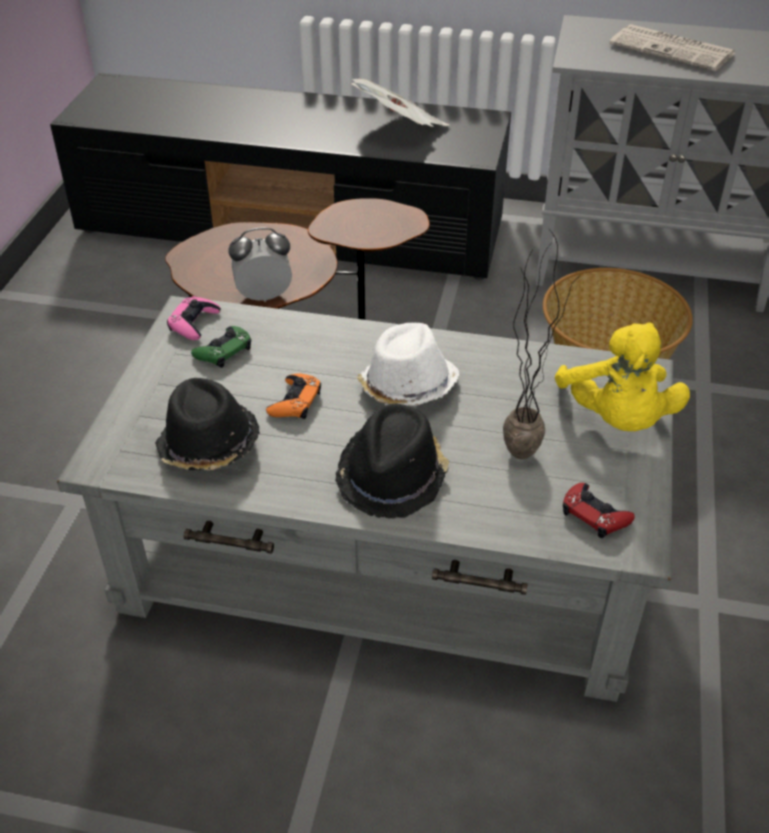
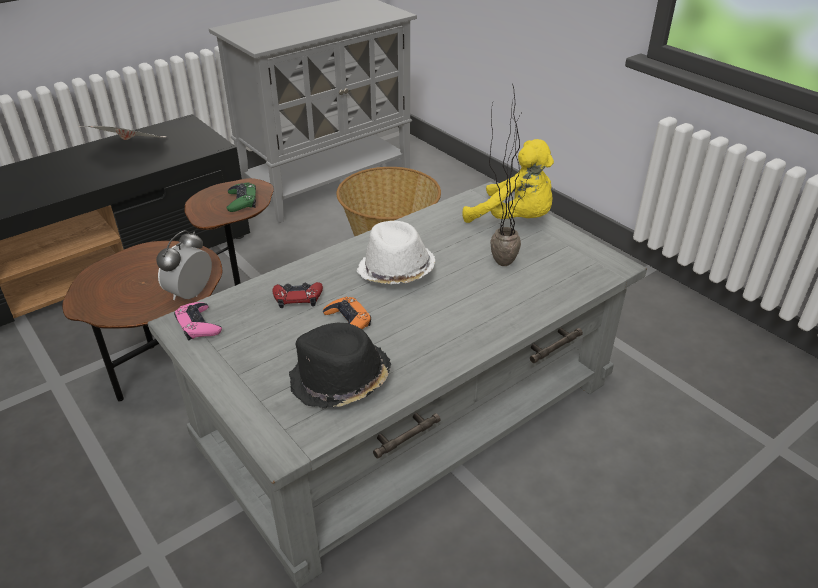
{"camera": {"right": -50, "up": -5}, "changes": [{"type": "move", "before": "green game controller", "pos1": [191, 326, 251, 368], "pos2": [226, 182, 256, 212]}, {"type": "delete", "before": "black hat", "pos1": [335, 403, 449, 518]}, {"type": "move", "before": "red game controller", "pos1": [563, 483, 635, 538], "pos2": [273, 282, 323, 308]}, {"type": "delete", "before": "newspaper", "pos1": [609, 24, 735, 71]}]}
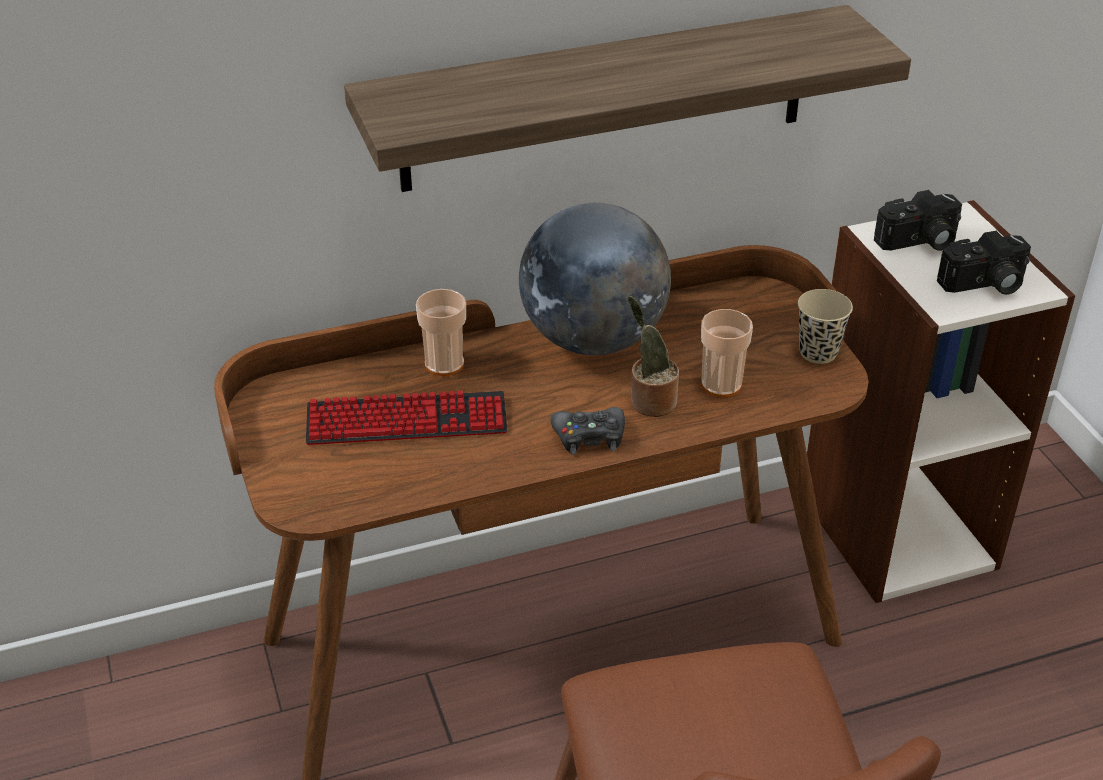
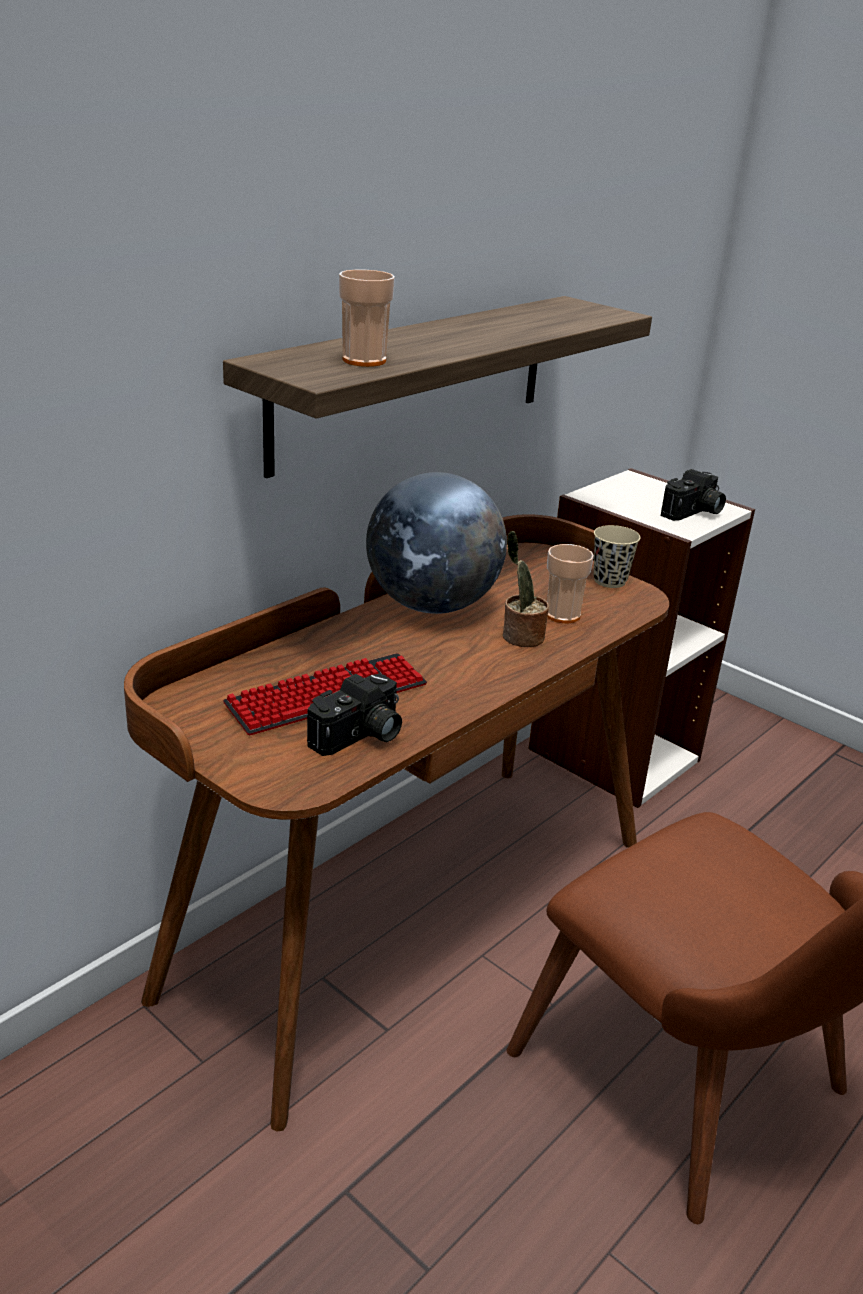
{"camera": {"right": -30, "up": -10}, "changes": [{"type": "move", "before": "cup", "pos1": [416, 289, 466, 376], "pos2": [339, 270, 395, 367]}, {"type": "delete", "before": "black game controller", "pos1": [550, 407, 625, 455]}, {"type": "move", "before": "photo camera", "pos1": [874, 190, 962, 251], "pos2": [307, 674, 402, 756]}]}
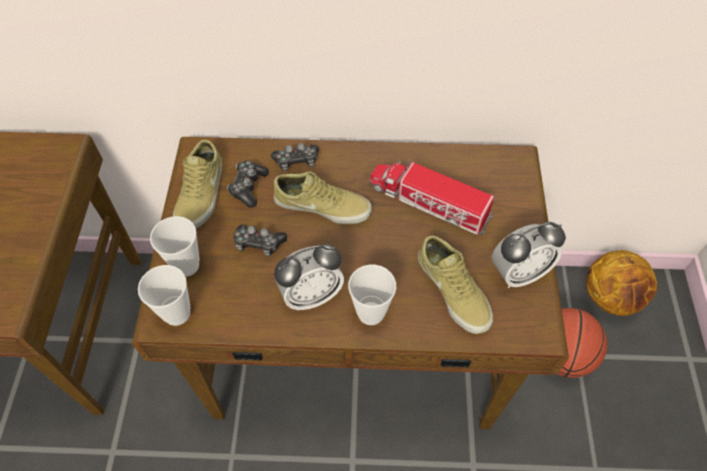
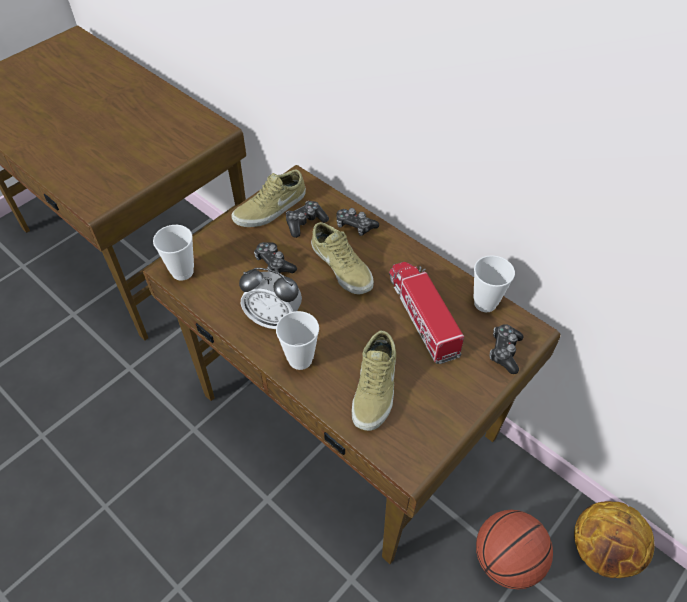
{"camera": {"right": 40, "up": -5}, "changes": [{"type": "move", "before": "cup", "pos1": [150, 216, 199, 277], "pos2": [474, 255, 515, 312]}, {"type": "delete", "before": "alarm clock", "pos1": [492, 222, 566, 288]}, {"type": "insert", "after": "game controller", "pos2": [489, 324, 523, 374]}]}
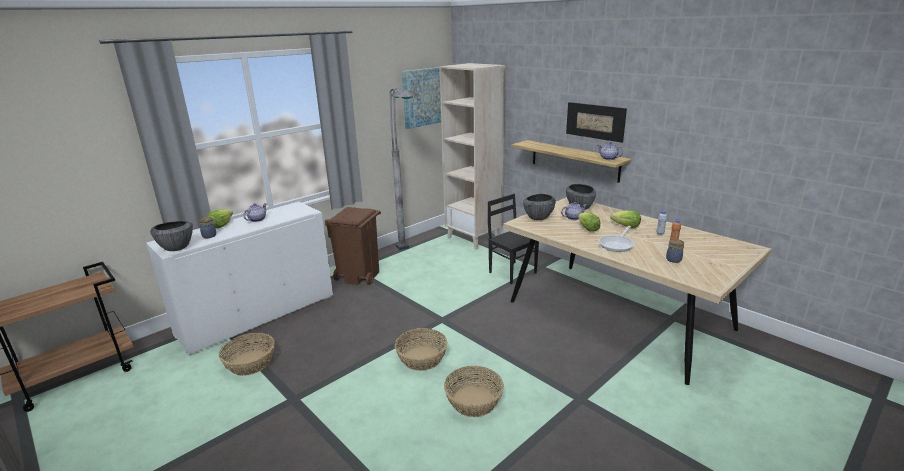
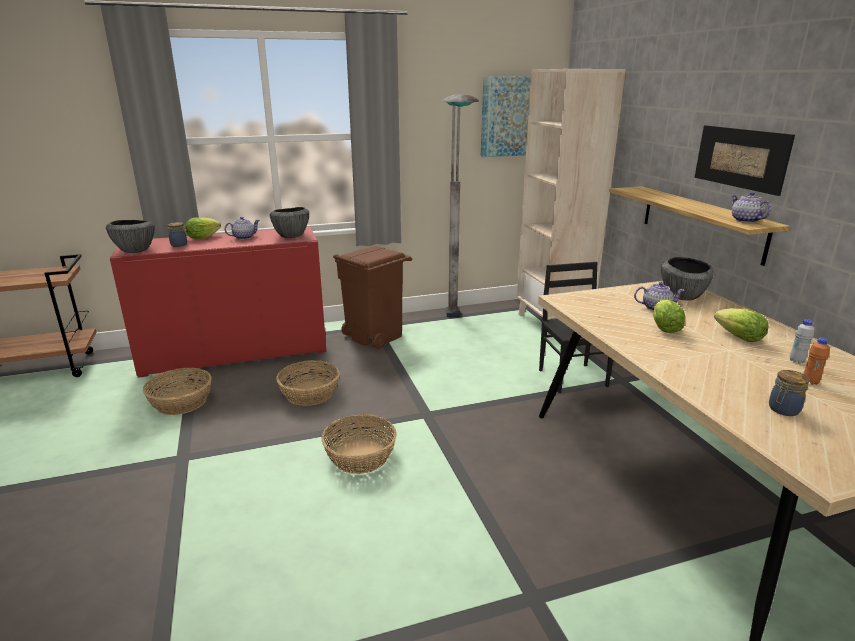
{"camera": {"right": 25, "up": 0}, "changes": [{"type": "recolor", "before": "white cabinet", "after": "red cabinet", "pos1": [146, 202, 333, 356], "pos2": [110, 227, 326, 378]}, {"type": "move", "before": "basket", "pos1": [444, 366, 504, 417], "pos2": [276, 360, 340, 406]}, {"type": "move", "before": "bowl", "pos1": [523, 194, 556, 220], "pos2": [270, 207, 309, 238]}, {"type": "delete", "before": "frying pan", "pos1": [599, 226, 634, 252]}]}
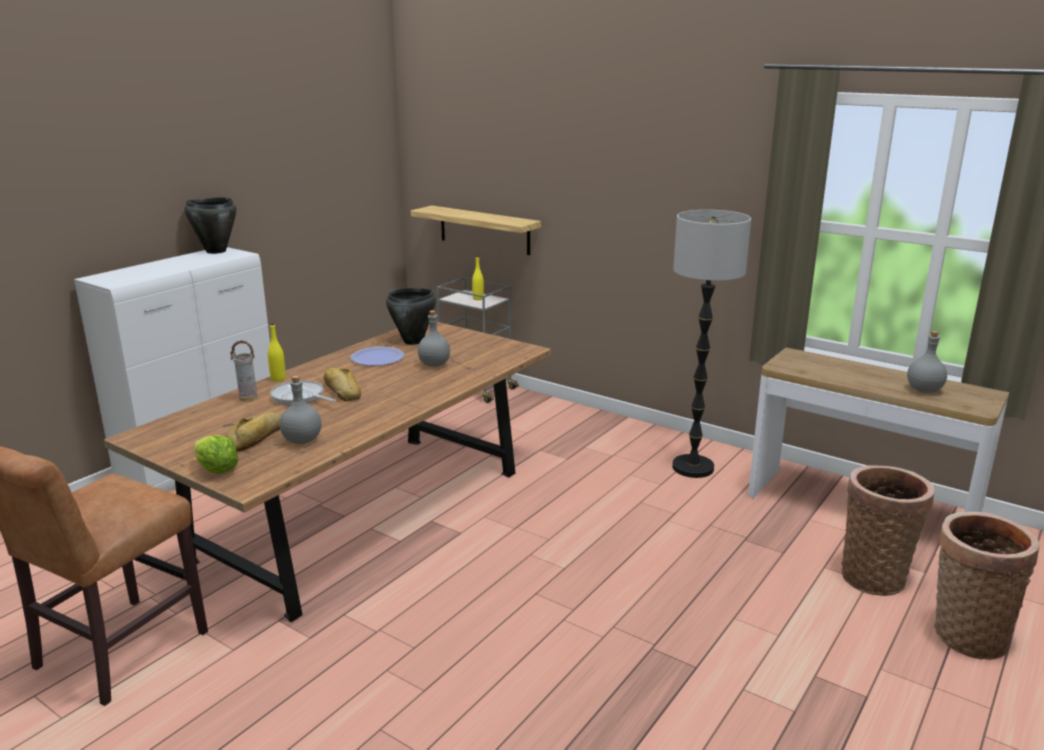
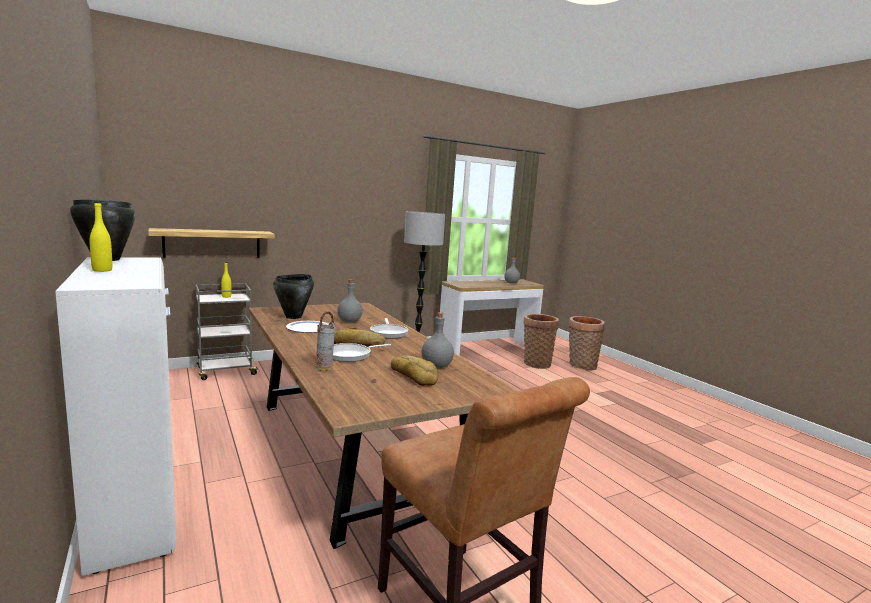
{"camera": {"right": -65, "up": -10}, "changes": [{"type": "delete", "before": "lettuce", "pos1": [194, 435, 239, 474]}, {"type": "move", "before": "yellow bottle", "pos1": [268, 323, 286, 382], "pos2": [90, 202, 112, 272]}, {"type": "insert", "after": "frying pan", "pos2": [370, 318, 408, 339]}]}
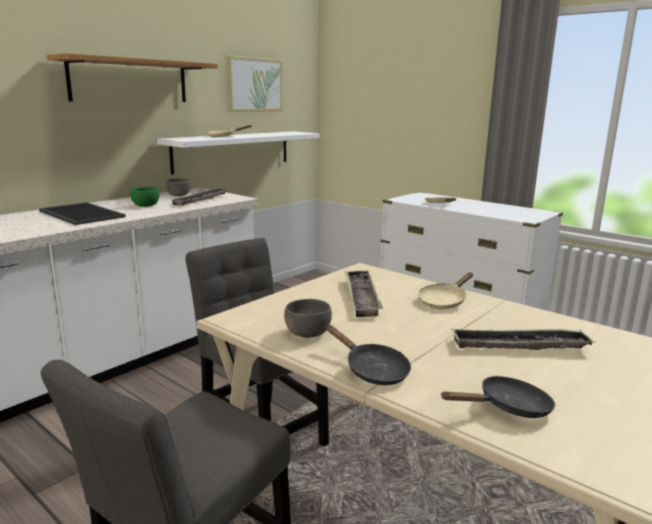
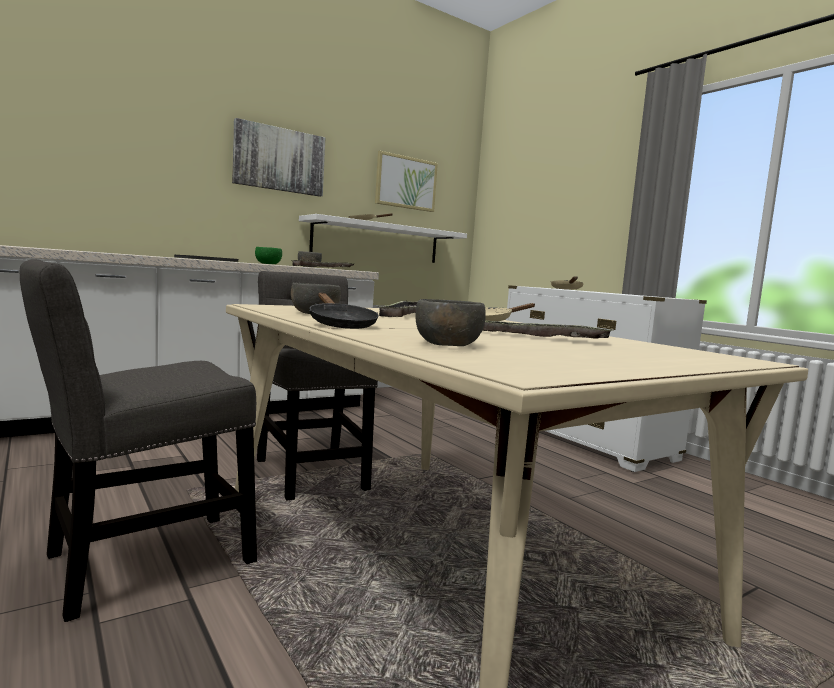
{"camera": {"right": 15, "up": -10}, "changes": [{"type": "replace", "before": "shelf", "after": "picture", "pos1": [47, 53, 218, 102], "pos2": [232, 118, 326, 197]}, {"type": "replace", "before": "black frying pan", "after": "grey bowl", "pos1": [441, 376, 555, 418], "pos2": [415, 299, 486, 346]}]}
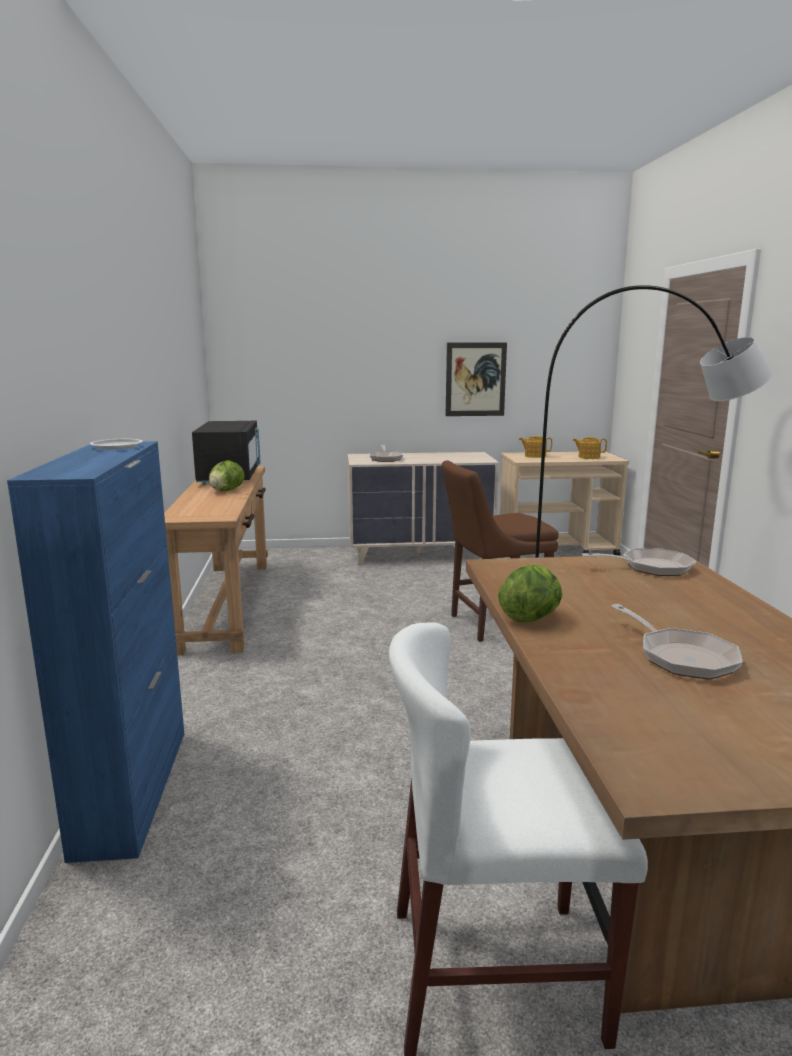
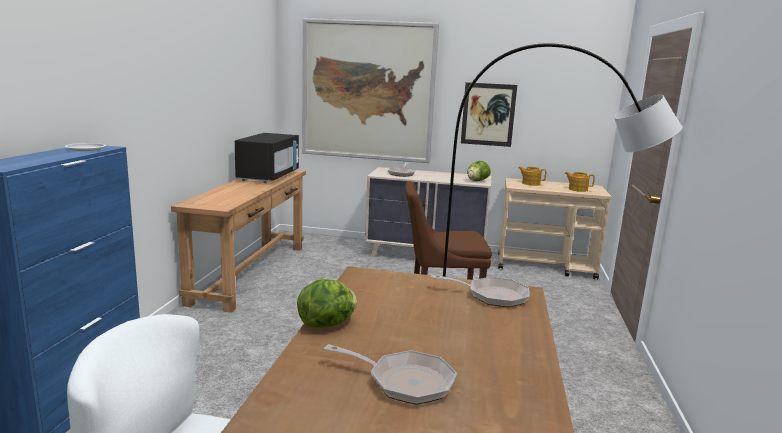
{"camera": {"right": 15, "up": 0}, "changes": [{"type": "move", "before": "lettuce", "pos1": [209, 460, 245, 491], "pos2": [467, 161, 491, 181]}, {"type": "rotate", "before": "frying pan", "pos1": [611, 604, 743, 679], "pos2": [324, 344, 457, 405], "turn": -60}, {"type": "insert", "after": "picture", "pos2": [302, 18, 439, 163]}]}
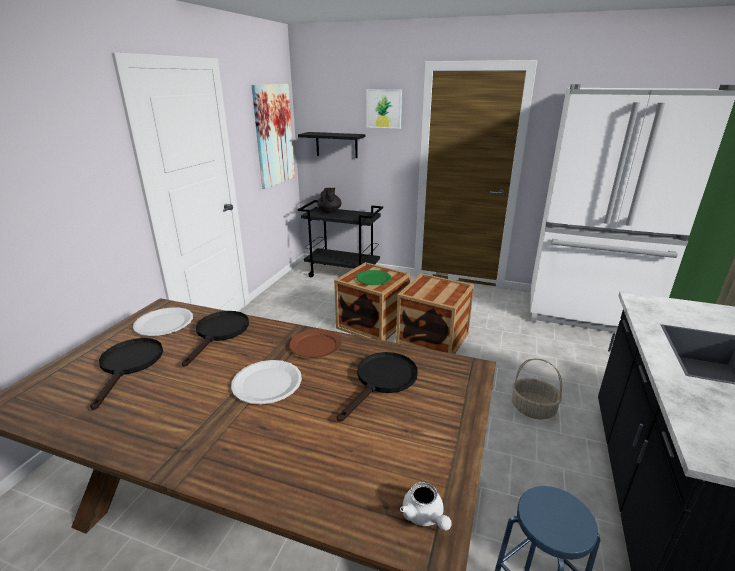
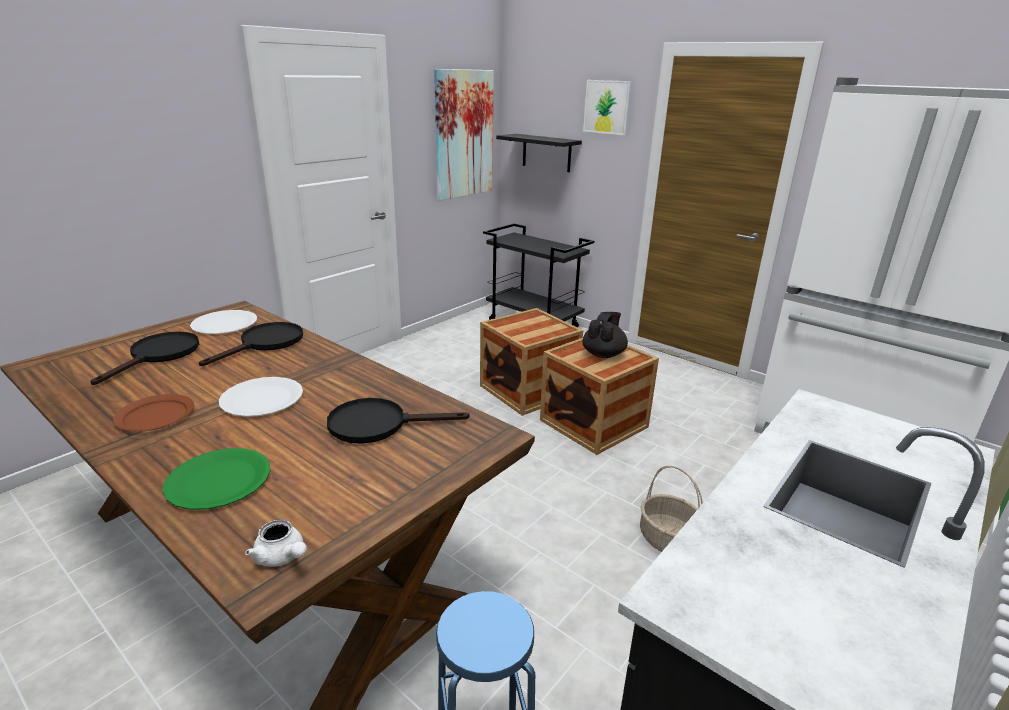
{"camera": {"right": 20, "up": 0}, "changes": [{"type": "move", "before": "brown plate", "pos1": [289, 329, 342, 358], "pos2": [113, 394, 194, 431]}, {"type": "move", "before": "black teapot", "pos1": [318, 188, 342, 212], "pos2": [582, 312, 628, 358]}, {"type": "rotate", "before": "black frying pan", "pos1": [337, 352, 418, 422], "pos2": [327, 398, 470, 444], "turn": -150}, {"type": "move", "before": "green plate", "pos1": [356, 270, 391, 285], "pos2": [163, 448, 270, 510]}, {"type": "rotate", "before": "white teapot", "pos1": [400, 482, 452, 531], "pos2": [245, 520, 307, 567], "turn": -45}]}
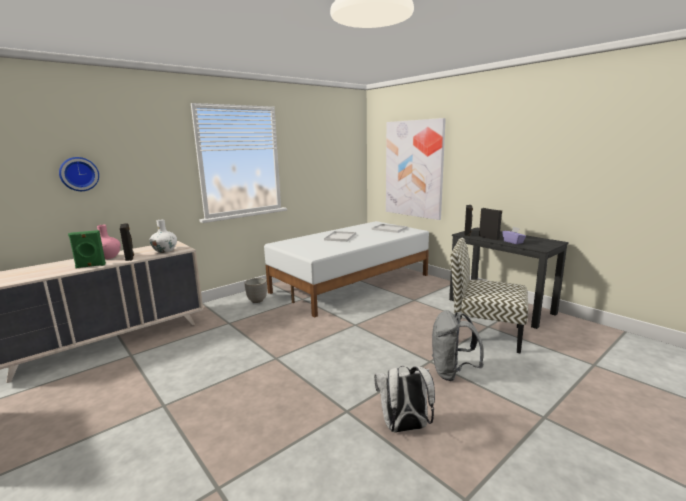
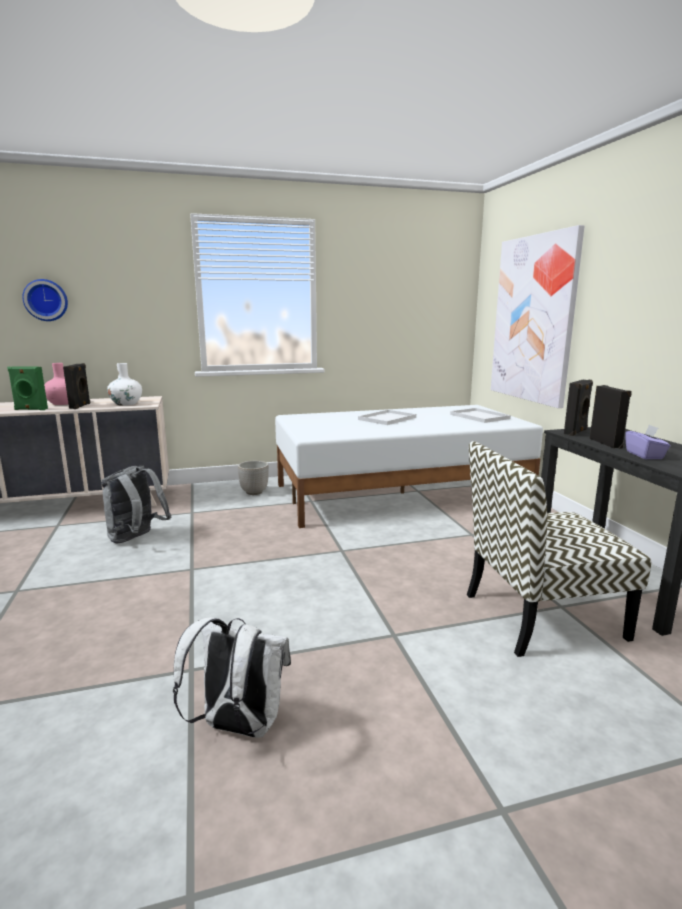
{"camera": {"right": 25, "up": 0}, "changes": [{"type": "move", "before": "grey backpack", "pos1": [432, 310, 484, 381], "pos2": [101, 466, 172, 543]}, {"type": "rotate", "before": "chair", "pos1": [450, 238, 528, 354], "pos2": [467, 441, 651, 657], "turn": -60}]}
